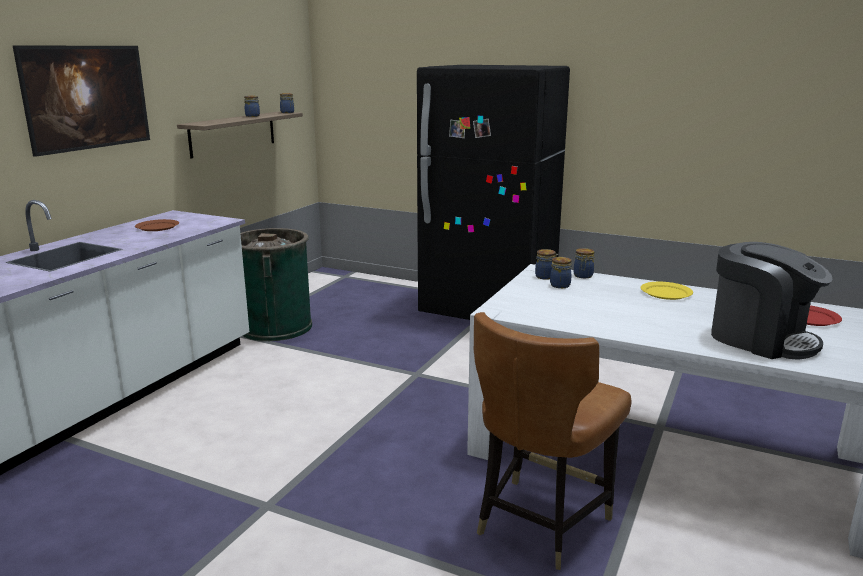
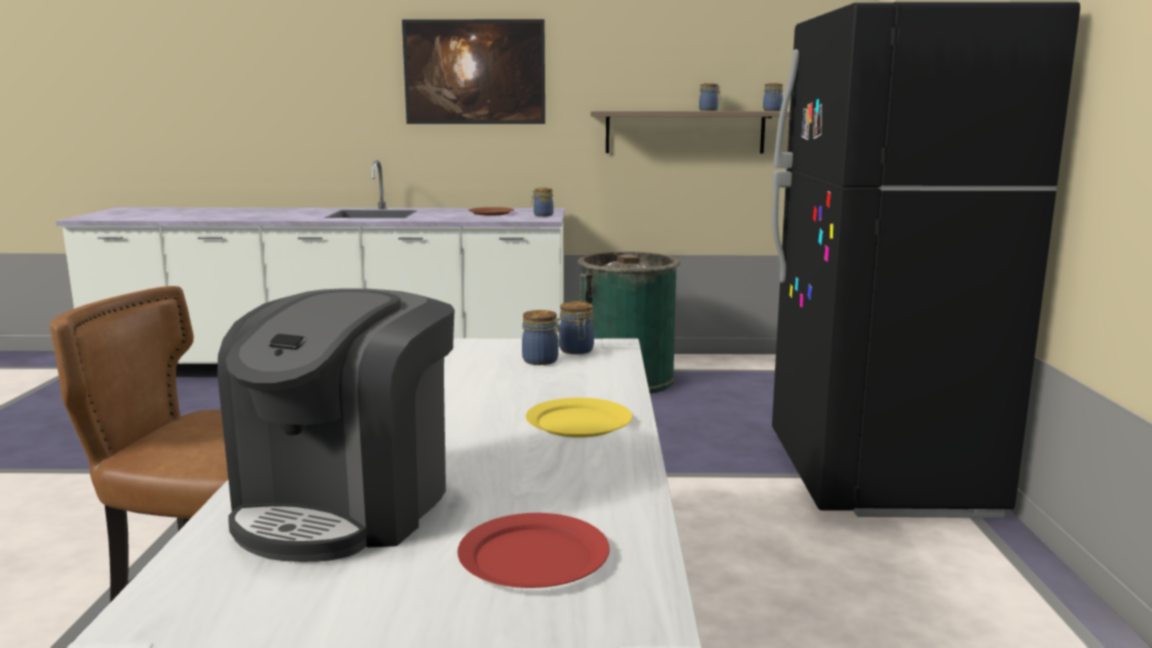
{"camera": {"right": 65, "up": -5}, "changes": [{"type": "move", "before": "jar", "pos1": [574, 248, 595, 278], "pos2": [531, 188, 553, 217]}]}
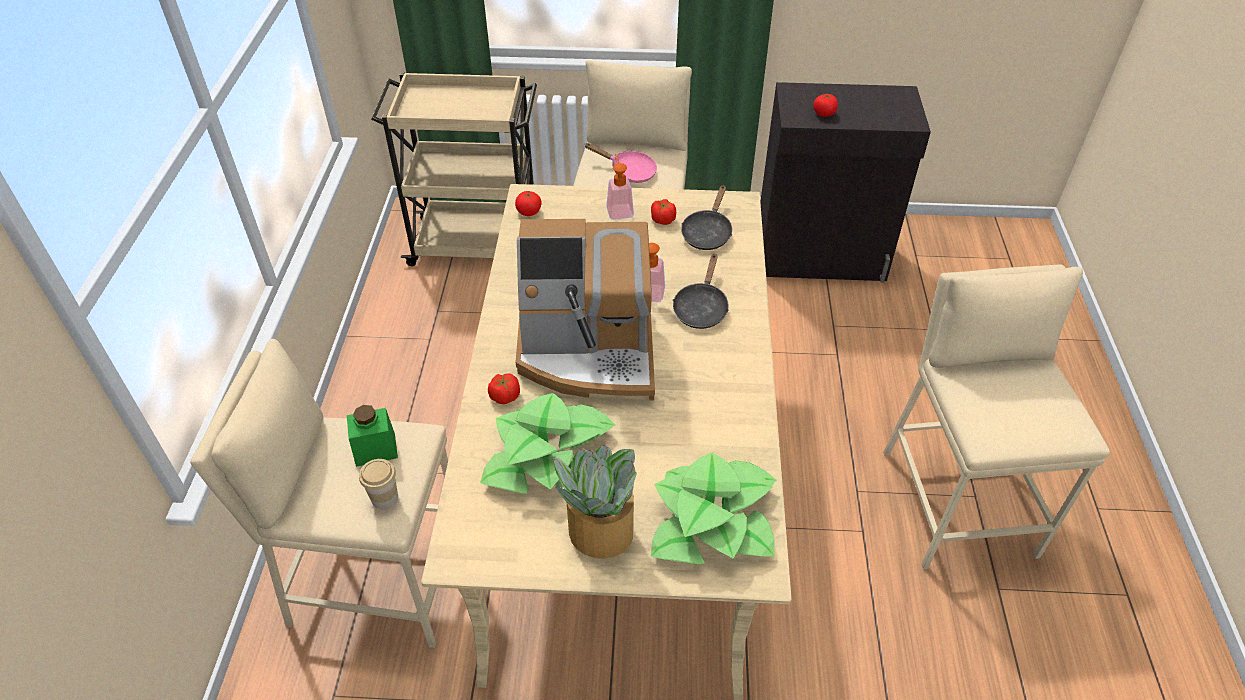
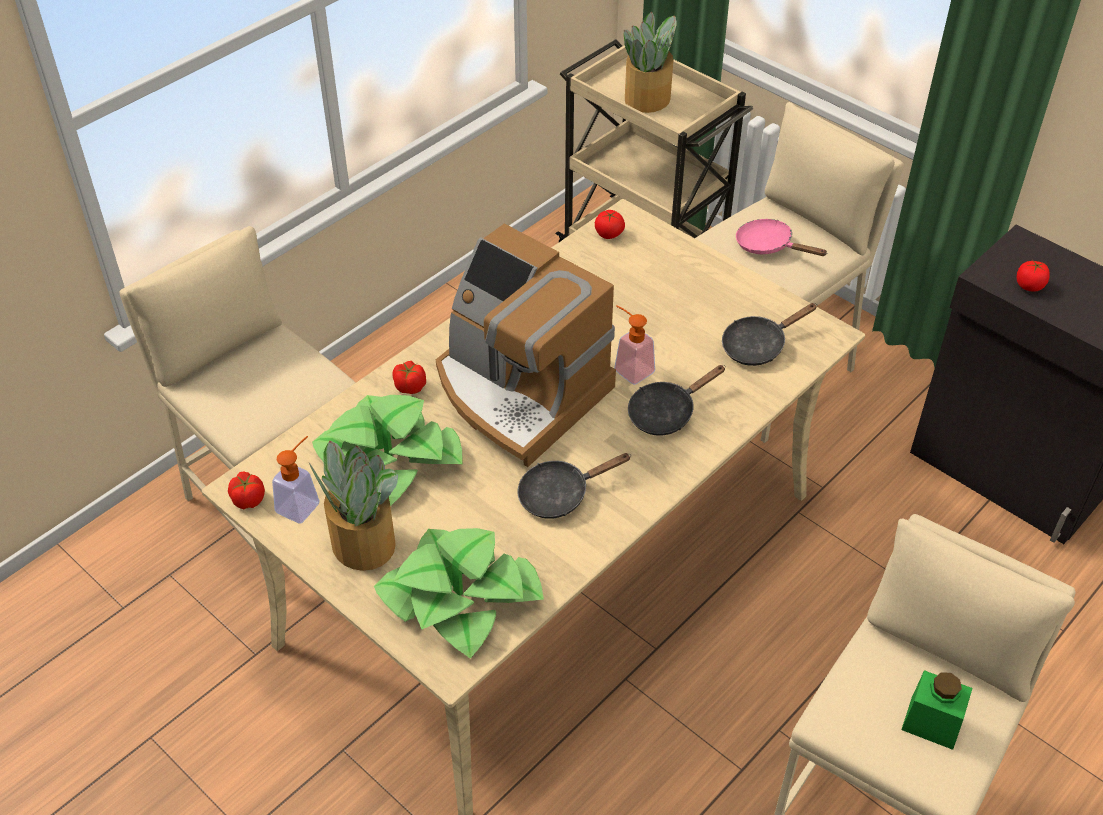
{"camera": {"right": 40, "up": 0}, "changes": [{"type": "move", "before": "green jar", "pos1": [347, 405, 398, 467], "pos2": [901, 670, 972, 750]}, {"type": "delete", "before": "cup", "pos1": [359, 459, 398, 509]}, {"type": "rotate", "before": "pink frying pan", "pos1": [584, 143, 657, 183], "pos2": [736, 219, 828, 256], "turn": 150}, {"type": "move", "before": "soap dispenser", "pos1": [606, 154, 634, 220], "pos2": [272, 436, 320, 524]}, {"type": "move", "before": "tomato", "pos1": [651, 199, 676, 225], "pos2": [228, 471, 265, 509]}, {"type": "insert", "after": "black frying pan", "pos2": [517, 453, 631, 519]}, {"type": "insert", "after": "potted plant", "pos2": [624, 12, 677, 113]}]}
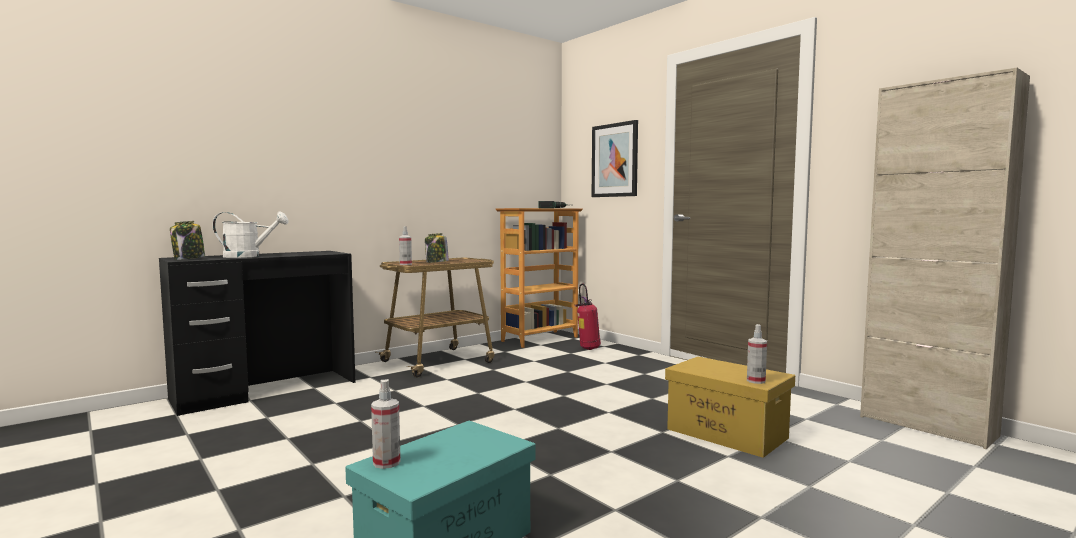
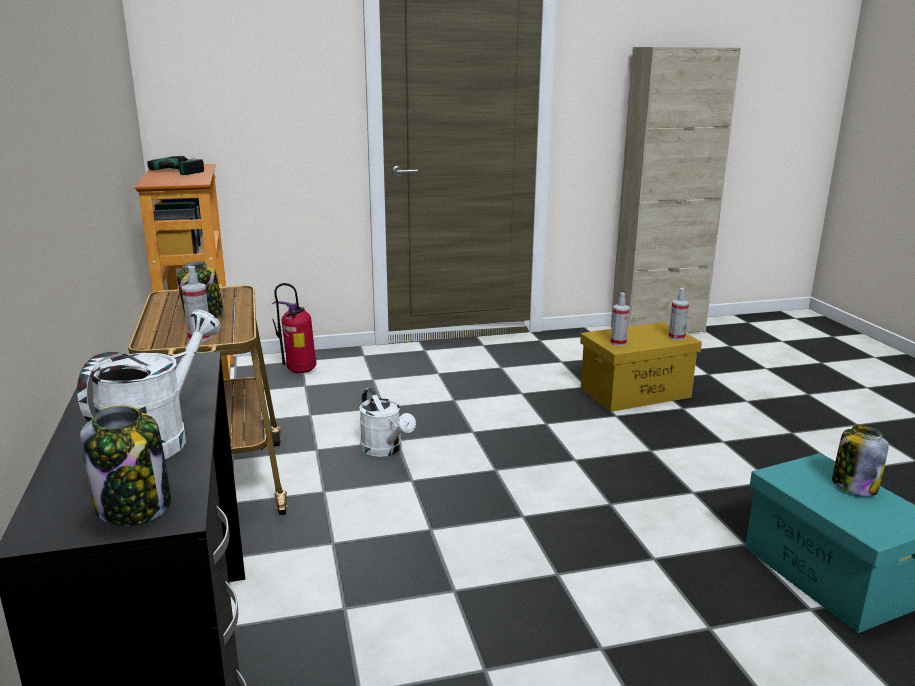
{"camera": {"right": -65, "up": 15}, "changes": [{"type": "move", "before": "spray bottle", "pos1": [371, 379, 400, 469], "pos2": [610, 292, 630, 346]}, {"type": "delete", "before": "picture", "pos1": [592, 120, 638, 197]}, {"type": "insert", "after": "white watering can", "pos2": [359, 388, 416, 457]}, {"type": "insert", "after": "jar", "pos2": [832, 425, 889, 496]}]}
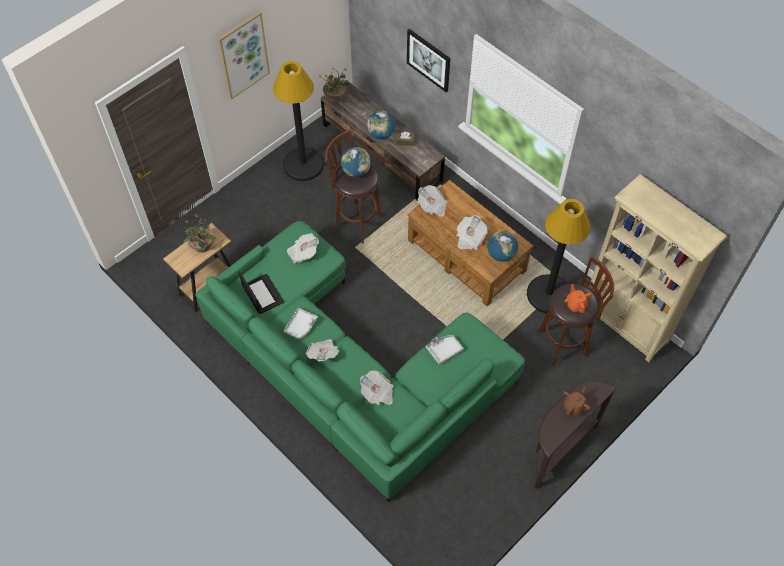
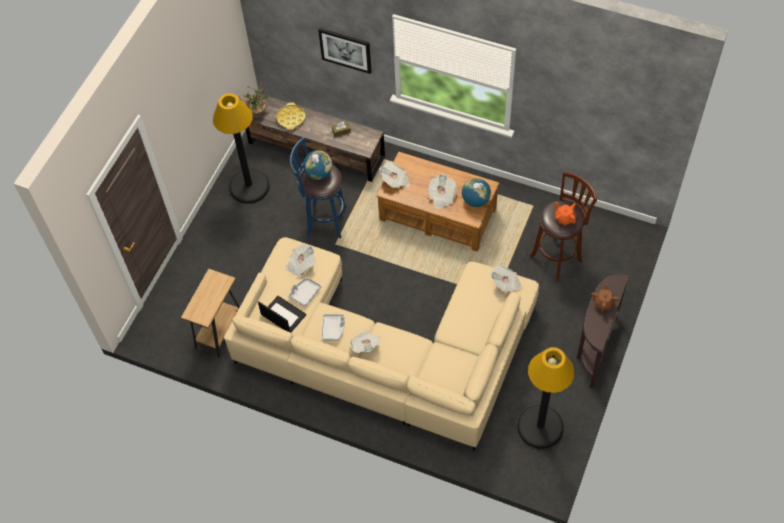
{"camera": {"right": -20, "up": 0}, "changes": [{"type": "delete", "before": "potted plant", "pos1": [183, 214, 216, 253]}, {"type": "recolor", "before": "green sofa", "after": "beige sofa", "pos1": [195, 221, 525, 502], "pos2": [224, 237, 539, 451]}, {"type": "delete", "before": "picture", "pos1": [218, 11, 270, 99]}, {"type": "recolor", "before": "brown stool", "after": "blue stool", "pos1": [325, 129, 383, 244], "pos2": [290, 137, 347, 238]}, {"type": "move", "before": "newspaper", "pos1": [360, 371, 393, 405], "pos2": [491, 265, 523, 293]}, {"type": "delete", "before": "globe", "pos1": [367, 111, 395, 139]}, {"type": "move", "before": "grey tray", "pos1": [426, 335, 464, 364], "pos2": [288, 278, 321, 307]}, {"type": "move", "before": "black floor lamp", "pos1": [527, 199, 591, 313], "pos2": [517, 347, 574, 449]}, {"type": "delete", "before": "beige bookcase", "pos1": [589, 174, 727, 362]}, {"type": "insert", "after": "yellow tray", "pos2": [277, 102, 305, 130]}]}
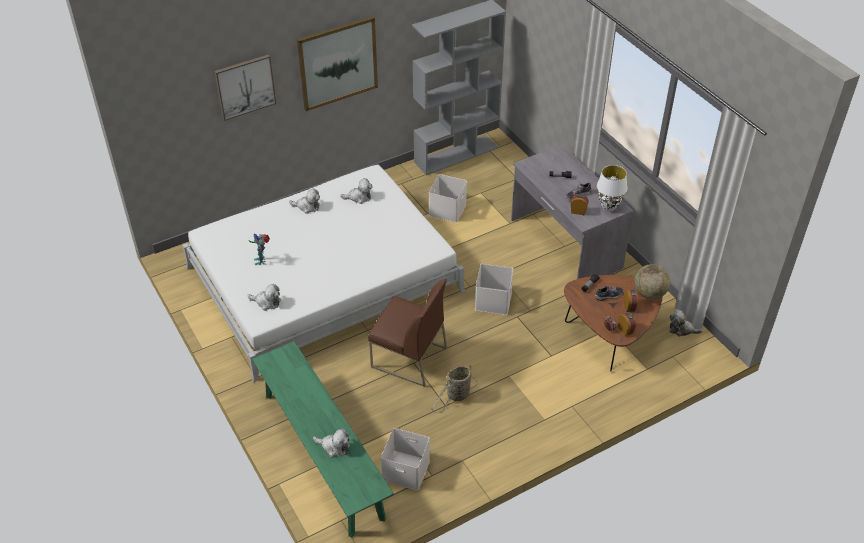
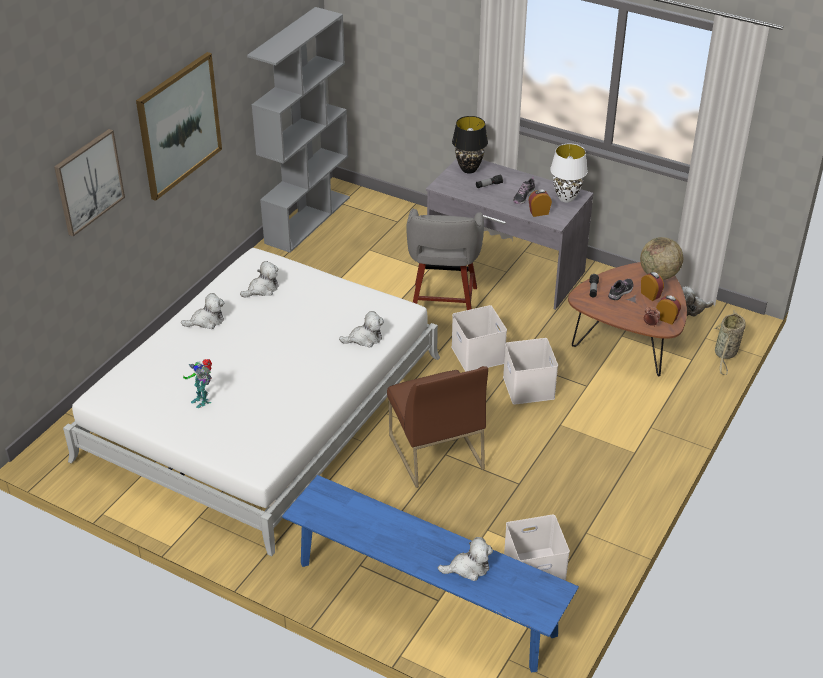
{"camera": {"right": -30, "up": -5}, "changes": [{"type": "move", "before": "plush toy", "pos1": [247, 284, 281, 311], "pos2": [339, 311, 384, 348]}, {"type": "recolor", "before": "green bench", "after": "blue bench", "pos1": [252, 341, 394, 538], "pos2": [282, 475, 579, 672]}, {"type": "rotate", "before": "brown chair", "pos1": [368, 279, 447, 387], "pos2": [387, 366, 488, 488], "turn": 75}, {"type": "move", "before": "white storage box", "pos1": [429, 174, 467, 223], "pos2": [503, 338, 558, 405]}, {"type": "move", "before": "basket", "pos1": [431, 364, 477, 413], "pos2": [714, 310, 746, 375]}, {"type": "insert", "after": "grey stool", "pos2": [406, 208, 484, 310]}, {"type": "insert", "after": "black table lamp", "pos2": [452, 116, 488, 173]}]}
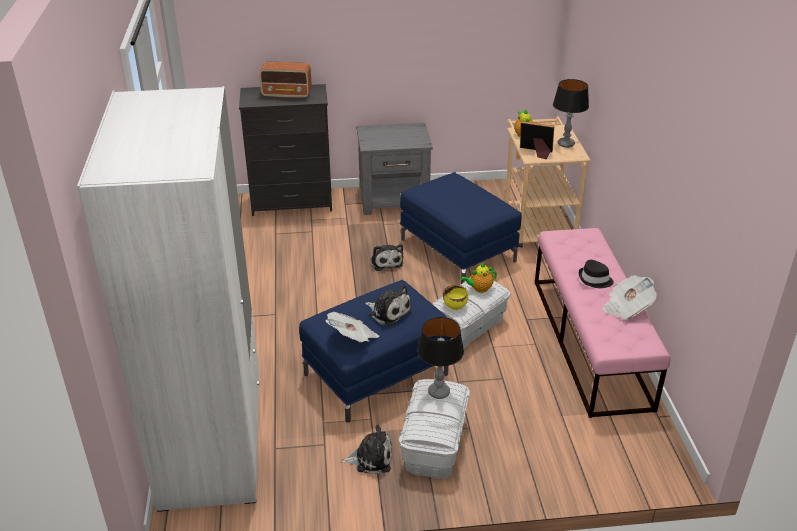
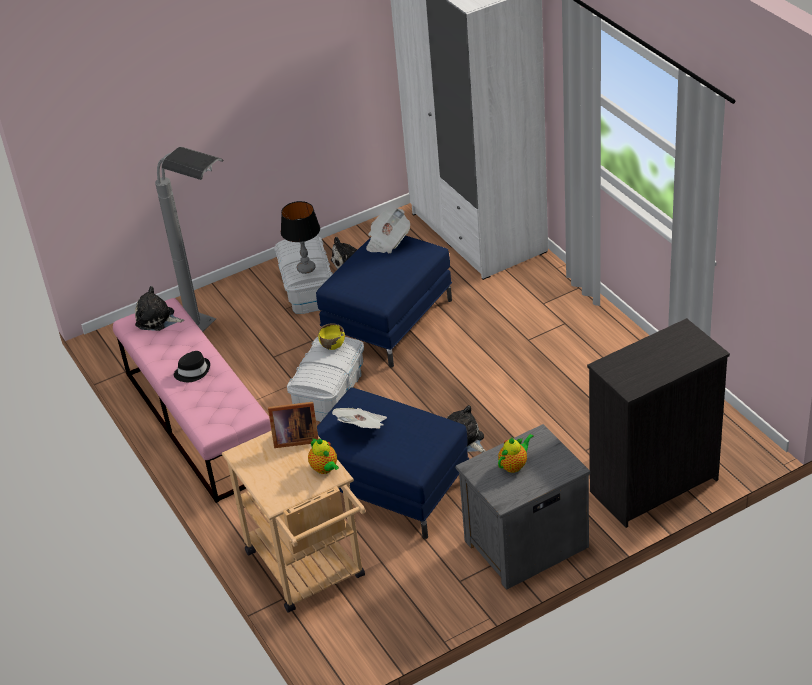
{"camera": {"right": 160, "up": 5}, "changes": [{"type": "delete", "before": "radio", "pos1": [259, 62, 312, 99]}, {"type": "move", "before": "plush toy", "pos1": [365, 285, 412, 326], "pos2": [135, 286, 184, 331]}, {"type": "move", "before": "teapot", "pos1": [460, 263, 497, 293], "pos2": [498, 434, 534, 473]}, {"type": "delete", "before": "table lamp", "pos1": [553, 79, 589, 148]}, {"type": "move", "before": "newspaper", "pos1": [602, 275, 657, 320], "pos2": [332, 408, 387, 429]}, {"type": "insert", "after": "grey floor lamp", "pos2": [155, 147, 224, 332]}]}
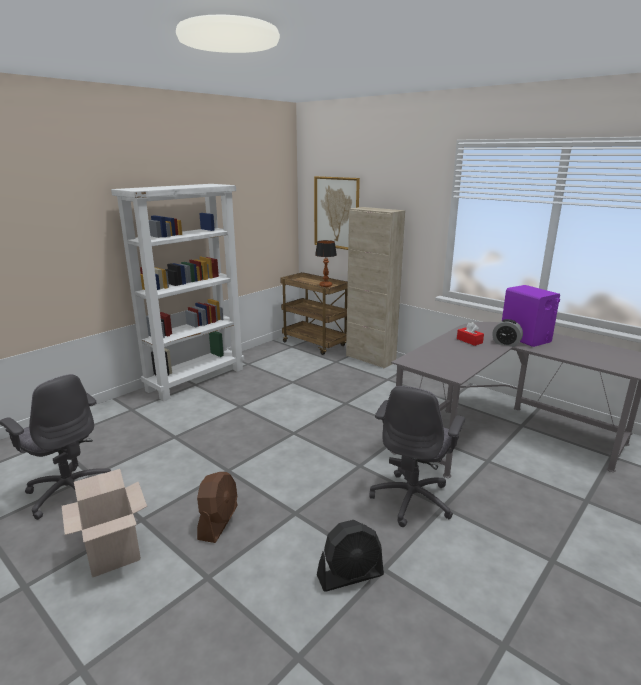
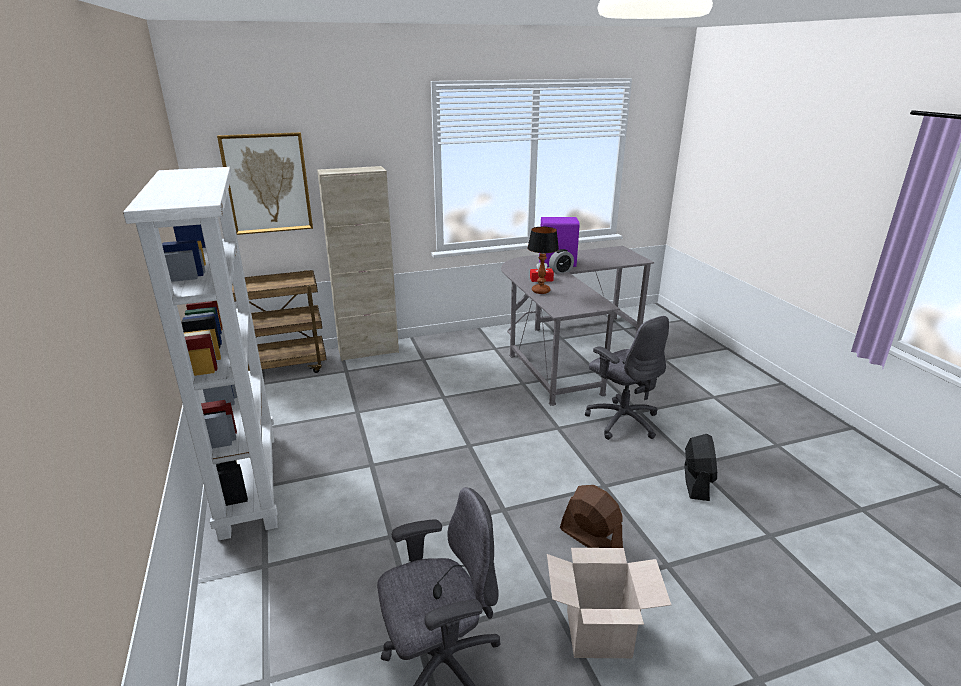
{"camera": {"right": -60, "up": 5}, "changes": [{"type": "move", "before": "table lamp", "pos1": [315, 240, 337, 287], "pos2": [527, 227, 559, 294]}]}
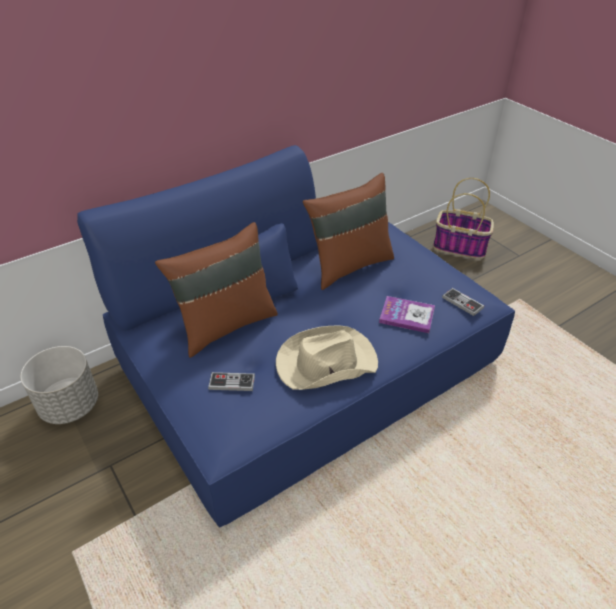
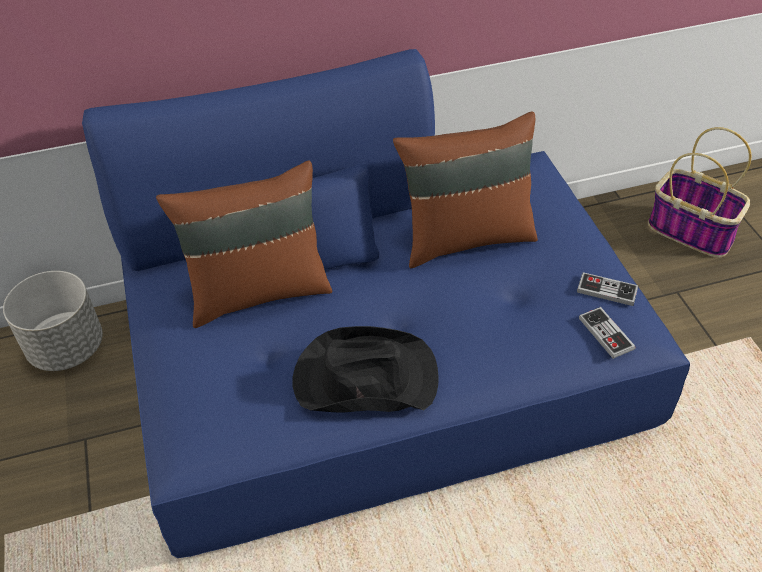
{"camera": {"right": 20, "up": 5}, "changes": [{"type": "move", "before": "game controller", "pos1": [208, 372, 255, 391], "pos2": [577, 272, 638, 306]}, {"type": "recolor", "before": "beige hat", "after": "black hat", "pos1": [276, 326, 378, 390], "pos2": [293, 326, 439, 413]}, {"type": "delete", "before": "book", "pos1": [379, 296, 435, 333]}]}
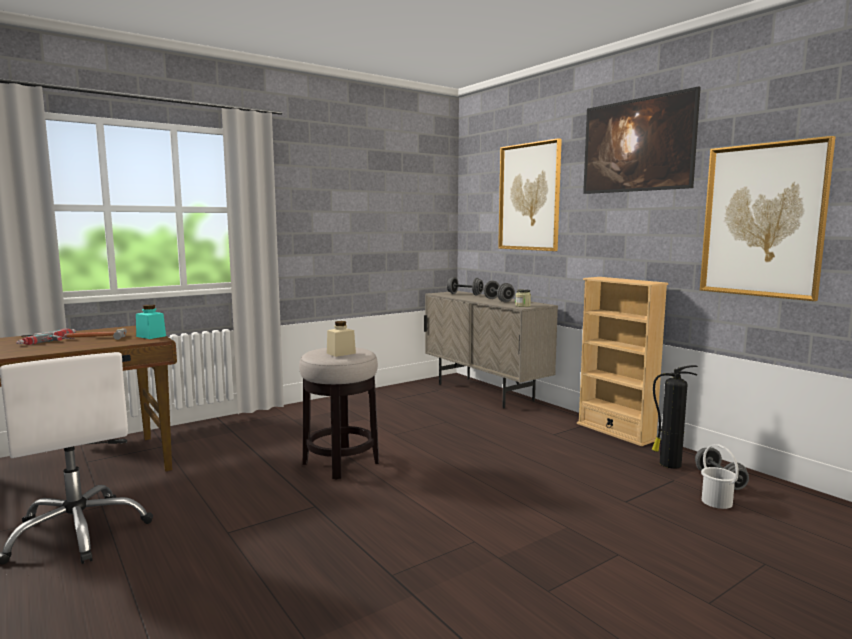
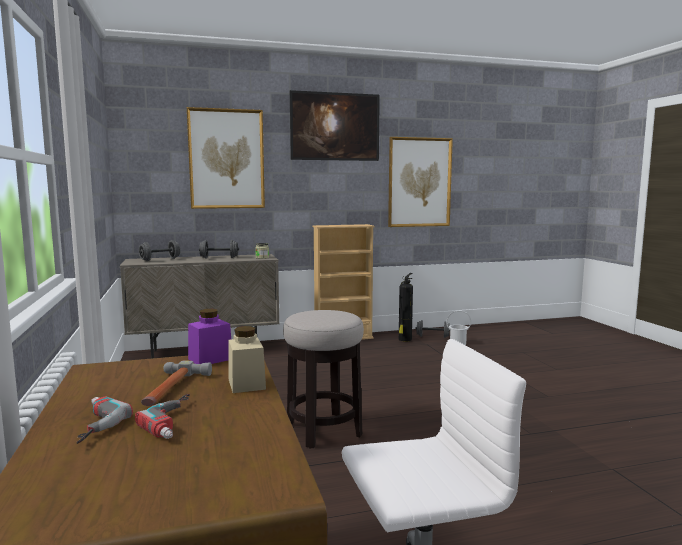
{"camera": {"right": -70, "up": 0}, "changes": [{"type": "recolor", "before": "turquoise jar", "after": "purple jar", "pos1": [136, 304, 166, 339], "pos2": [188, 309, 231, 364]}, {"type": "move", "before": "beige jar", "pos1": [327, 321, 356, 357], "pos2": [228, 326, 266, 393]}]}
